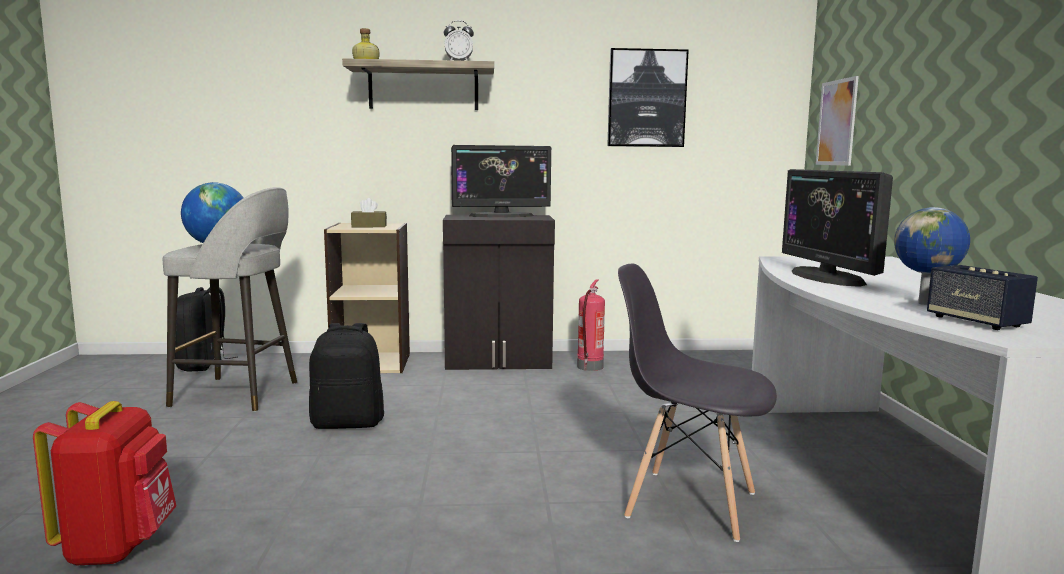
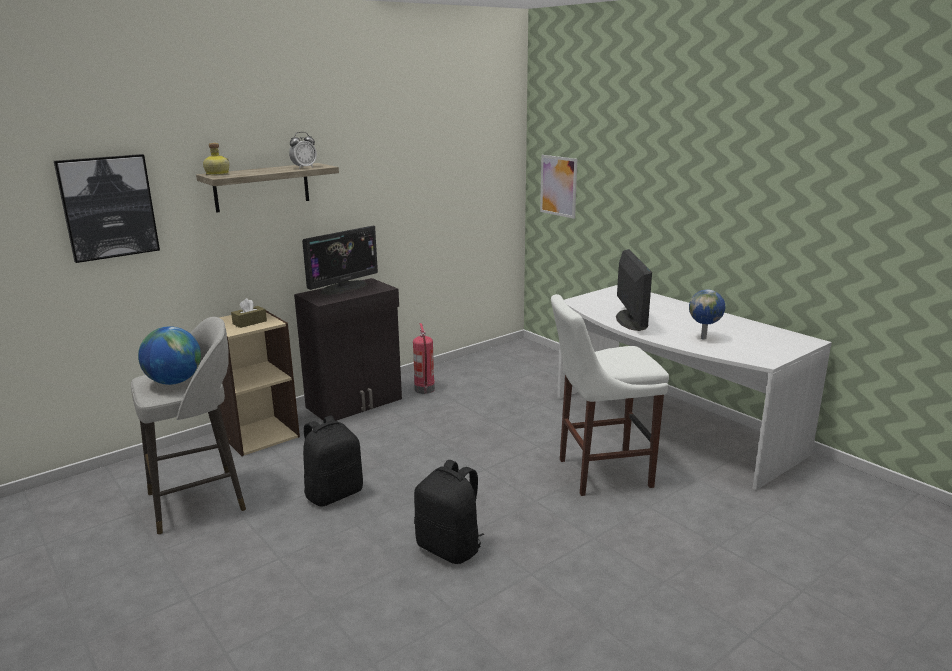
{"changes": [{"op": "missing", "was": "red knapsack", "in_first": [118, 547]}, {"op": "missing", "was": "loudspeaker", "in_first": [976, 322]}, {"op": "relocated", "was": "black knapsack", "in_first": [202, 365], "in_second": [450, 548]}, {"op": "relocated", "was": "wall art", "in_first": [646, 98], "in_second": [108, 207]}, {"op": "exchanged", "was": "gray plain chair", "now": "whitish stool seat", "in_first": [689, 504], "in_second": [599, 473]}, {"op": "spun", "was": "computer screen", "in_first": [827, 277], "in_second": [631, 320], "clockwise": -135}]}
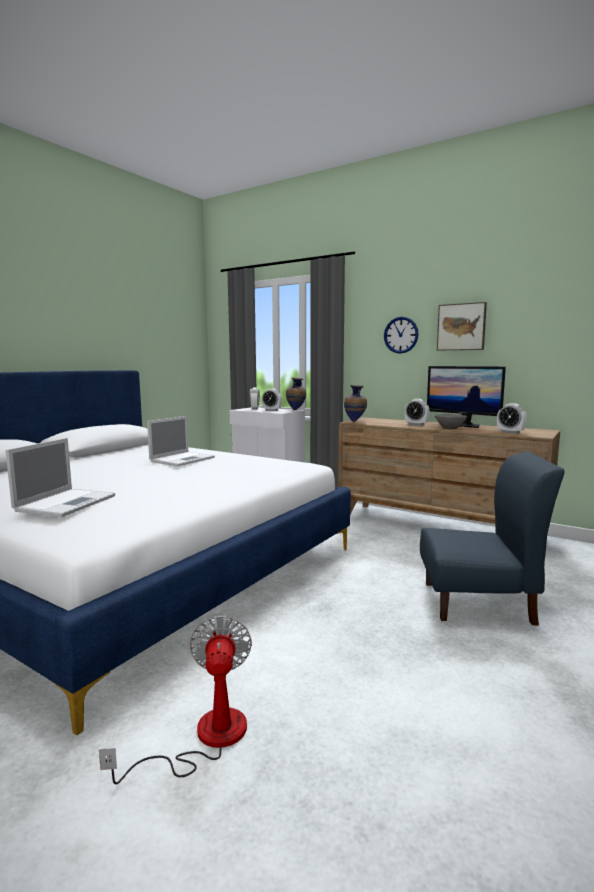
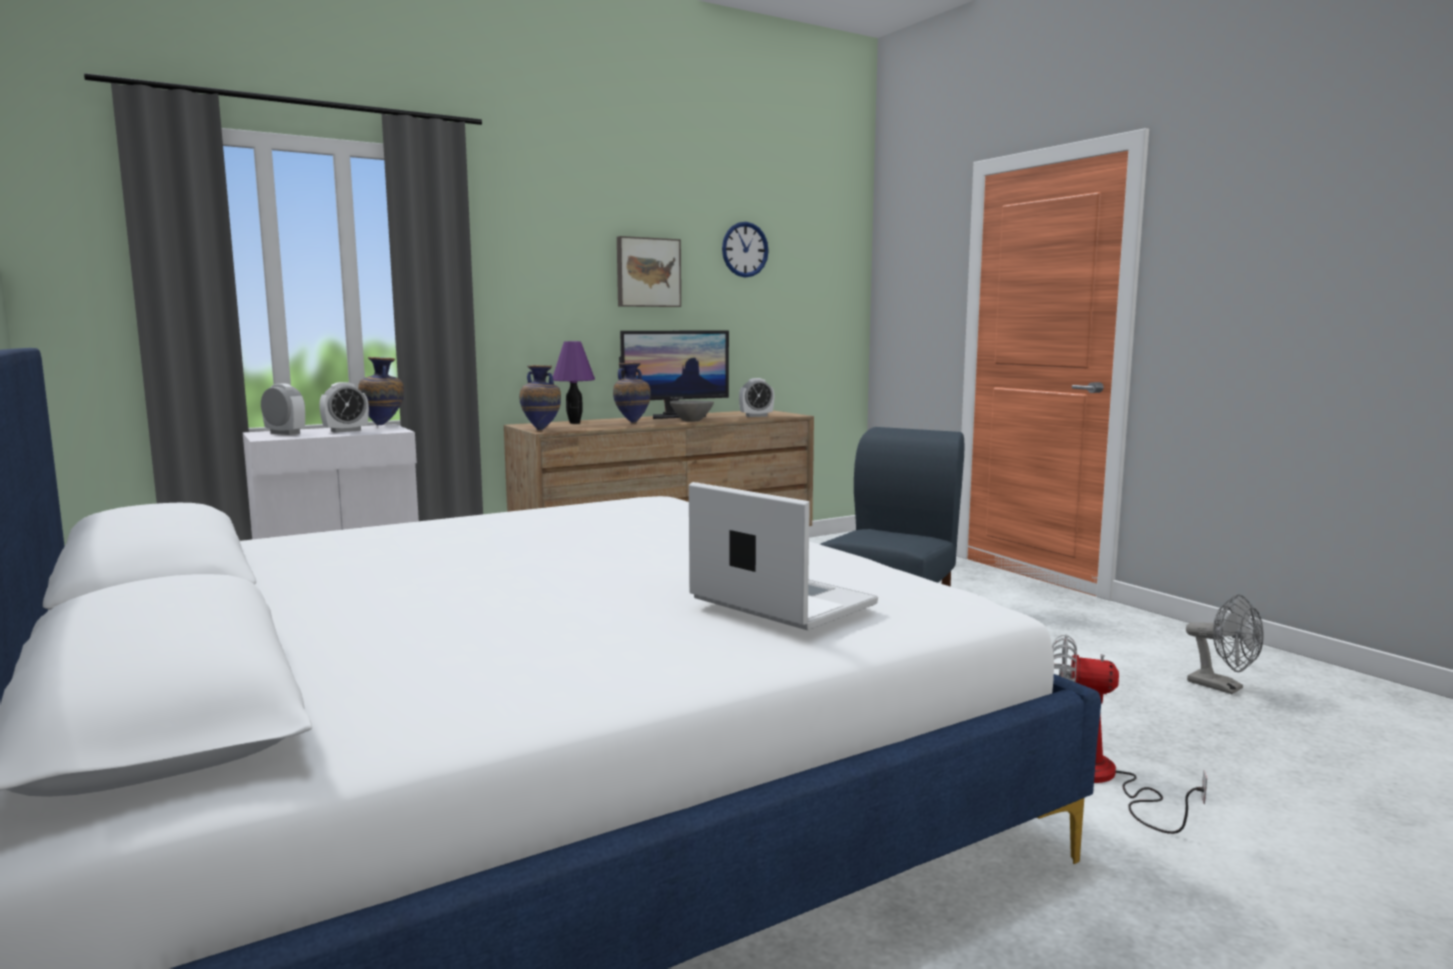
{"changes": [{"op": "missing", "was": "laptop", "in_first": [183, 459]}, {"op": "appeared", "now": "purple lamp for a table", "in_second": [575, 423]}, {"op": "appeared", "now": "gray electric fan", "in_second": [1223, 687]}, {"op": "relocated", "was": "wall clock", "in_first": [401, 335], "in_second": [745, 249]}, {"op": "exchanged", "was": "bedside clock", "now": "vase", "in_first": [416, 424], "in_second": [632, 422]}]}
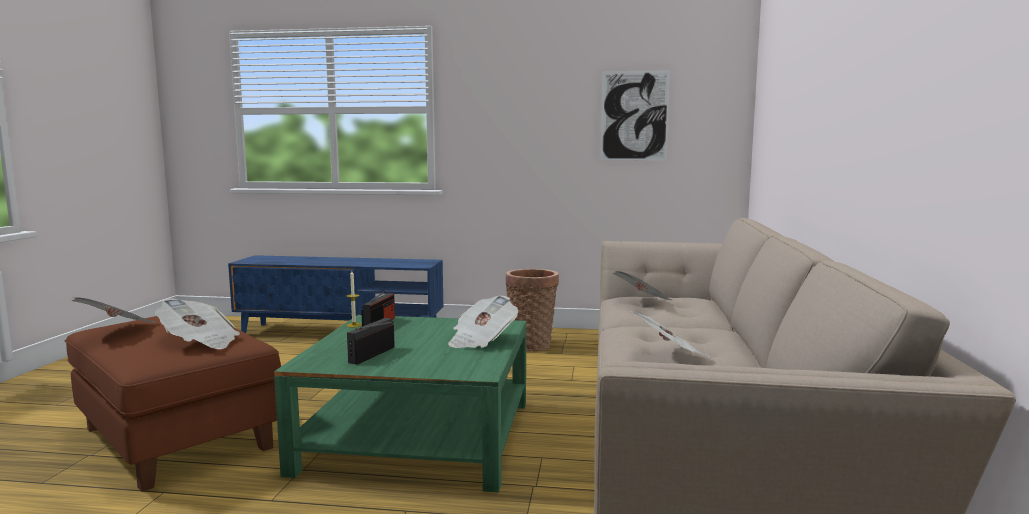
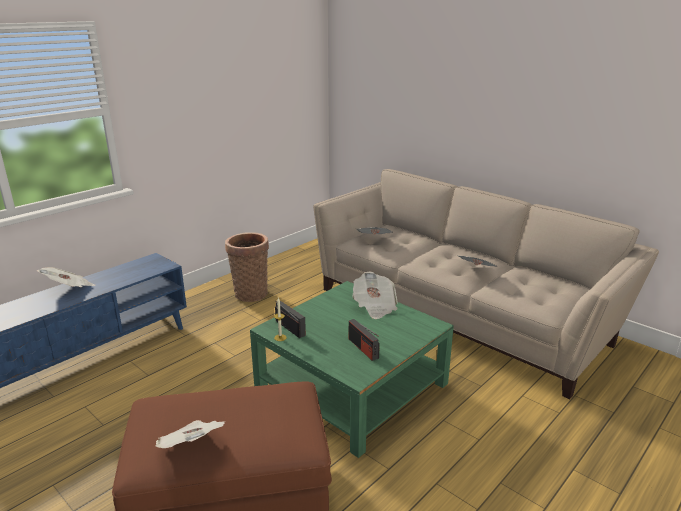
{"changes": [{"op": "missing", "was": "wall art", "in_first": [634, 116]}, {"op": "relocated", "was": "newspaper", "in_first": [200, 343], "in_second": [69, 289]}]}
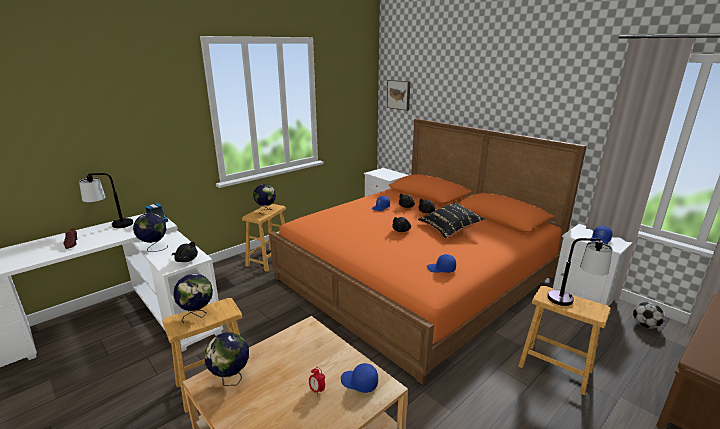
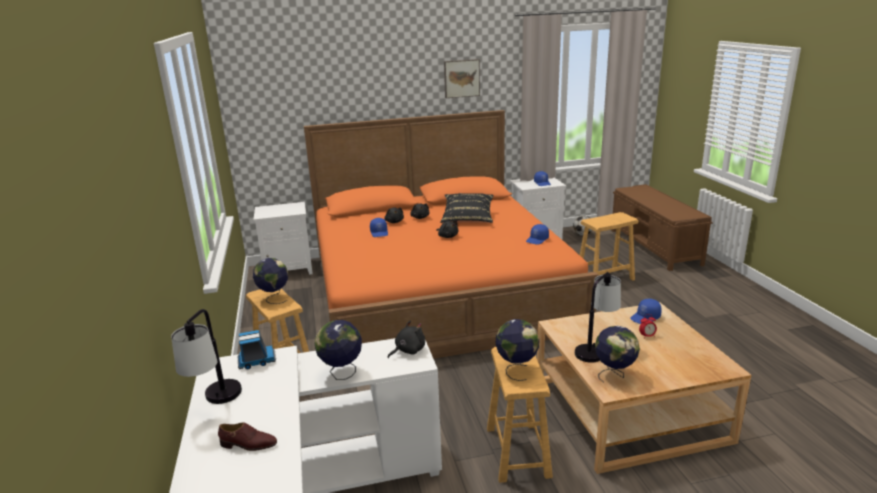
{"changes": [{"op": "relocated", "was": "wall art", "in_first": [399, 94], "in_second": [461, 78]}, {"op": "relocated", "was": "lamp for a table", "in_first": [572, 300], "in_second": [595, 349]}]}
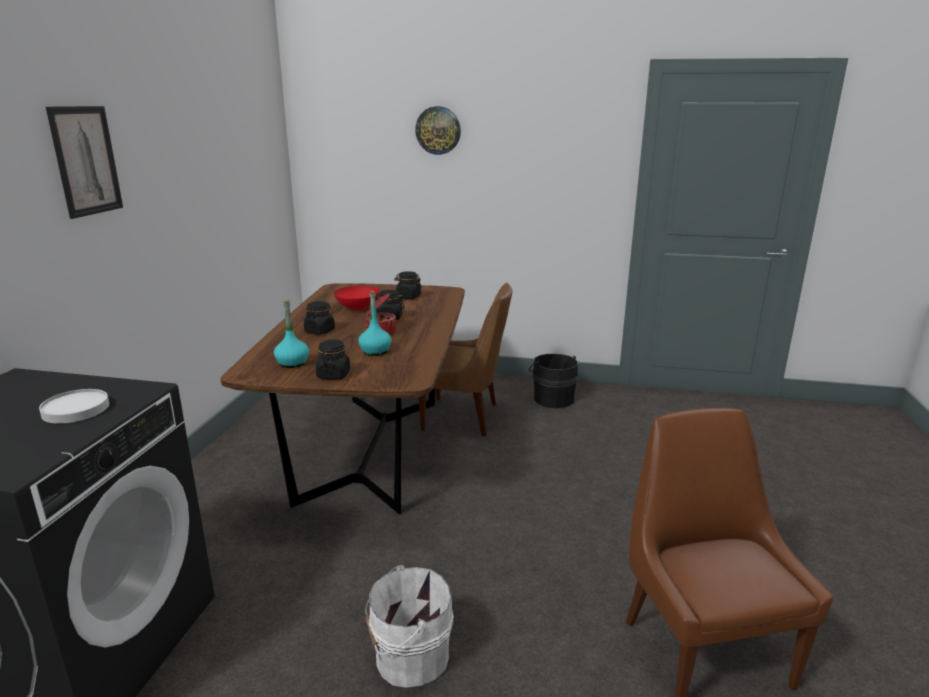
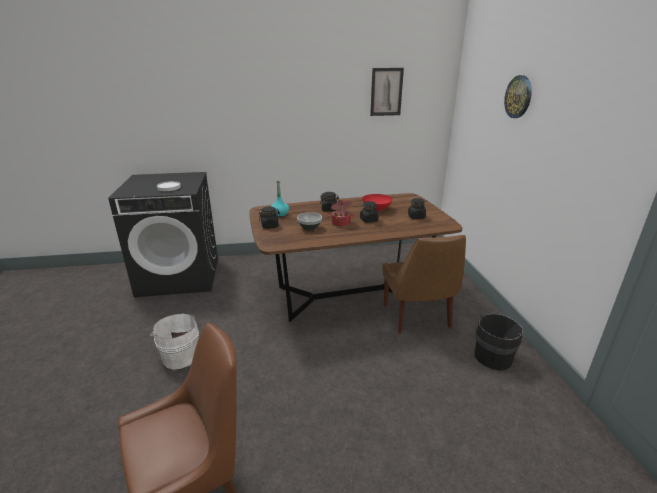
{"changes": [{"op": "relocated", "was": "wall art", "in_first": [86, 161], "in_second": [386, 92]}, {"op": "exchanged", "was": "blue-green beverage bottle", "now": "serving bowl", "in_first": [375, 351], "in_second": [309, 228]}]}
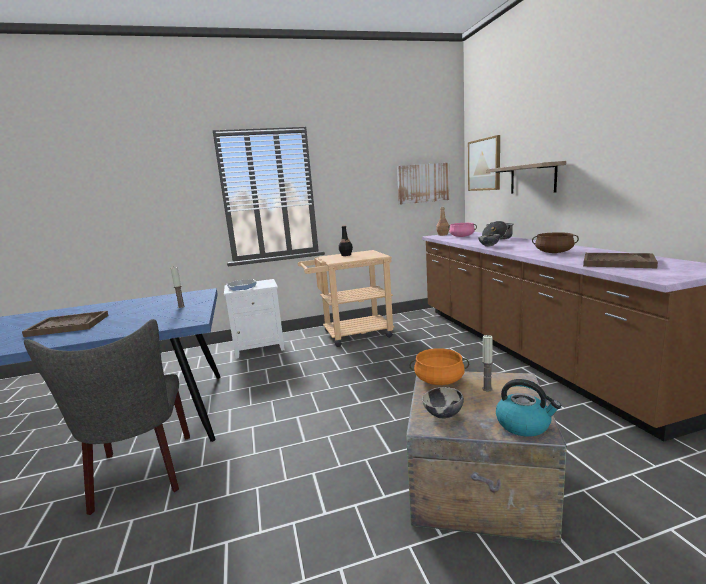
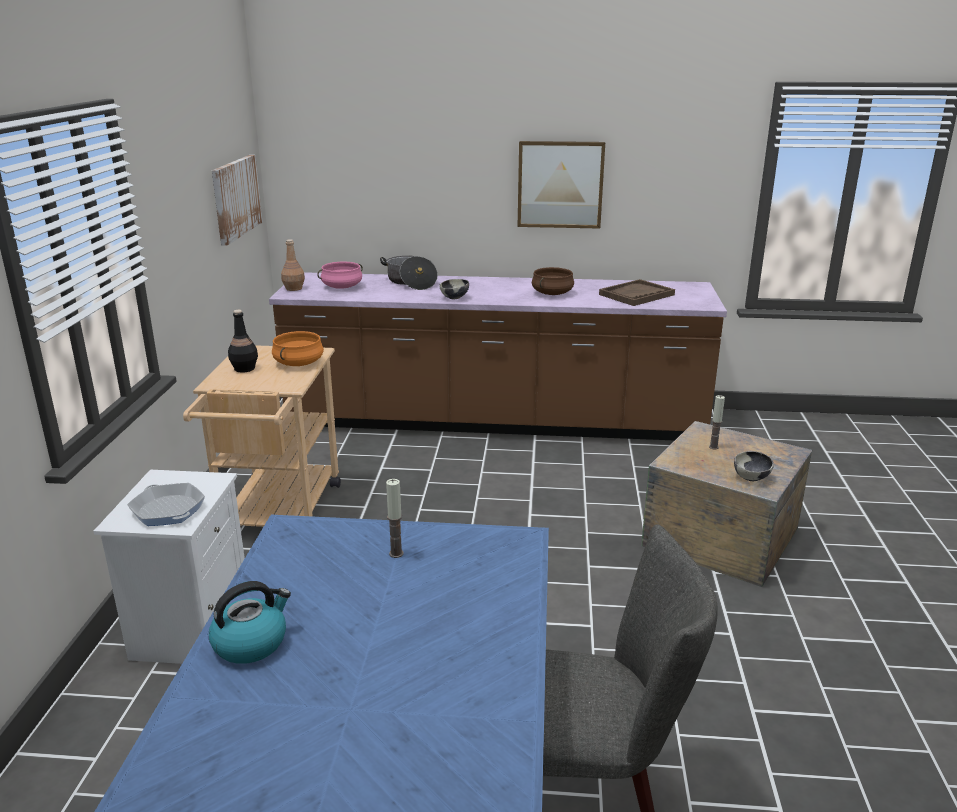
{"changes": [{"op": "missing", "was": "brown-coloured serving tray", "in_first": [68, 325]}, {"op": "missing", "was": "wall shelf", "in_first": [532, 178]}, {"op": "relocated", "was": "orangey stockpot", "in_first": [439, 380], "in_second": [299, 363]}, {"op": "relocated", "was": "wall art", "in_first": [484, 164], "in_second": [560, 184]}, {"op": "relocated", "was": "water kettle", "in_first": [524, 425], "in_second": [251, 643]}]}
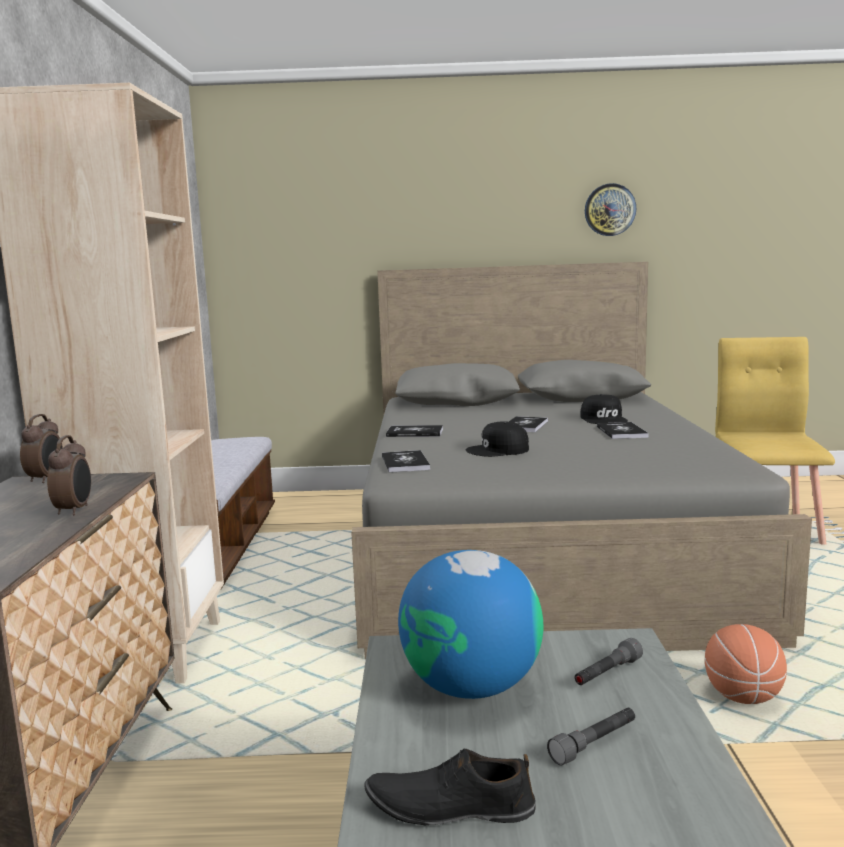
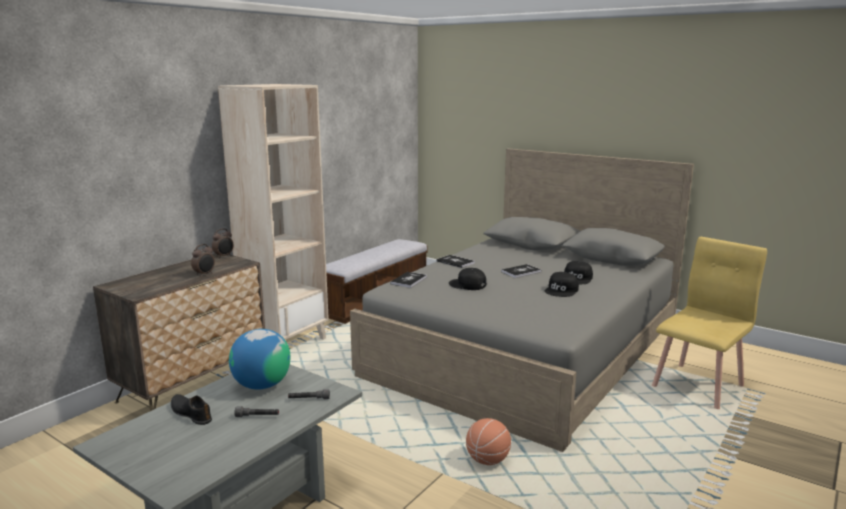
{"changes": [{"op": "missing", "was": "wall clock", "in_first": [610, 210]}, {"op": "exchanged", "was": "book", "now": "black baseball cap", "in_first": [621, 432], "in_second": [562, 290]}]}
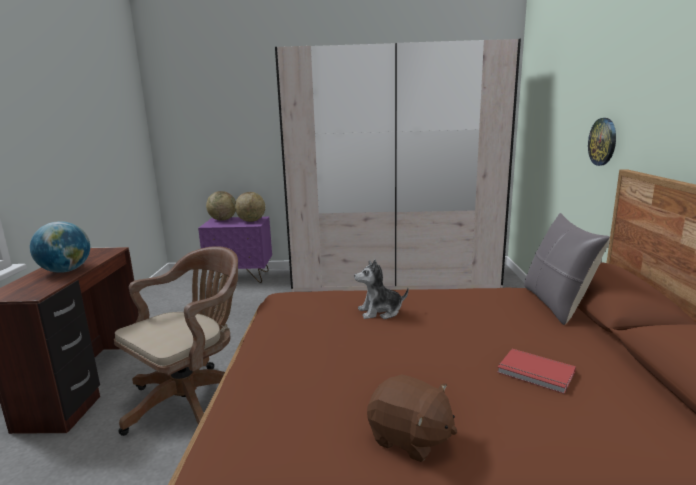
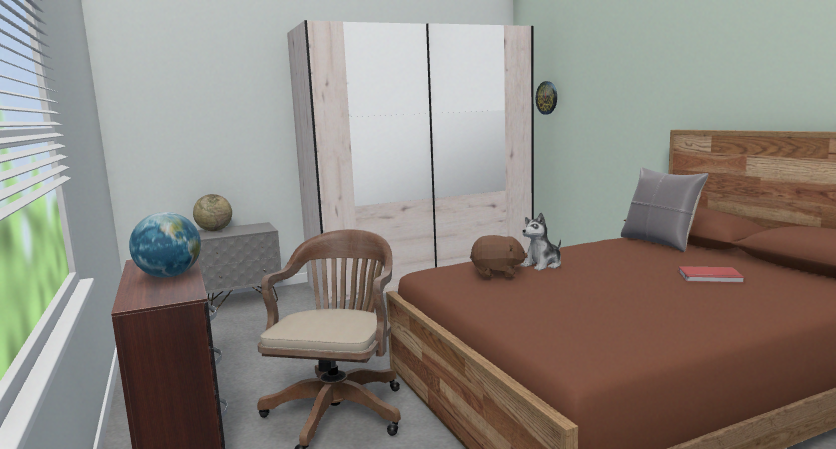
{"changes": [{"op": "missing", "was": "world globe", "in_first": [251, 221]}, {"op": "relocated", "was": "brown-coloured cuddly toy", "in_first": [409, 438], "in_second": [497, 272]}, {"op": "relocated", "was": "wall clock", "in_first": [603, 141], "in_second": [547, 97]}, {"op": "colour", "was": "purple bedside table", "now": "gray bedside table", "in_first": [241, 277], "in_second": [243, 301]}]}
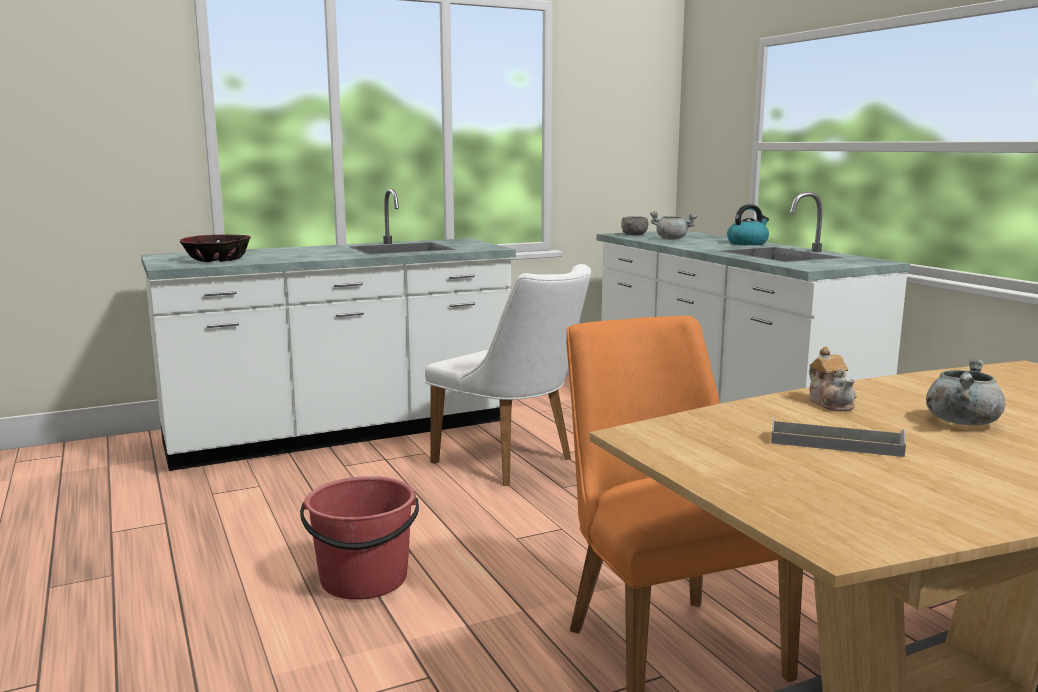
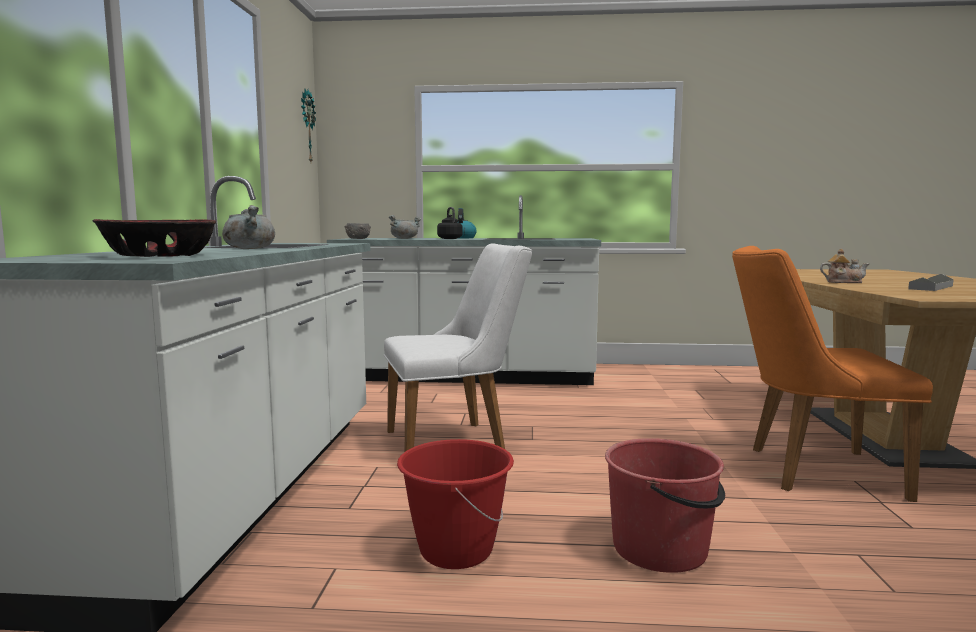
{"changes": [{"op": "appeared", "now": "wall clock", "in_second": [306, 126]}, {"op": "appeared", "now": "red water bucket", "in_second": [455, 550]}, {"op": "appeared", "now": "black water kettle", "in_second": [449, 238]}, {"op": "relocated", "was": "gray stockpot", "in_first": [961, 421], "in_second": [249, 249]}]}
